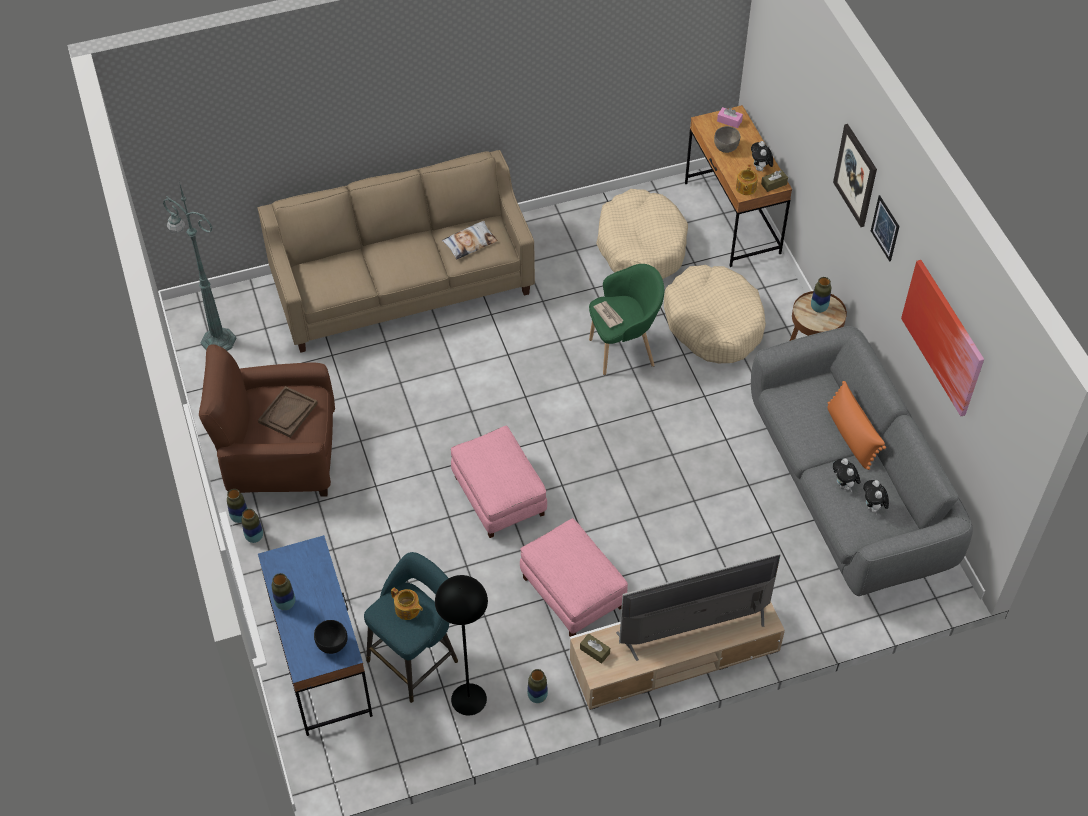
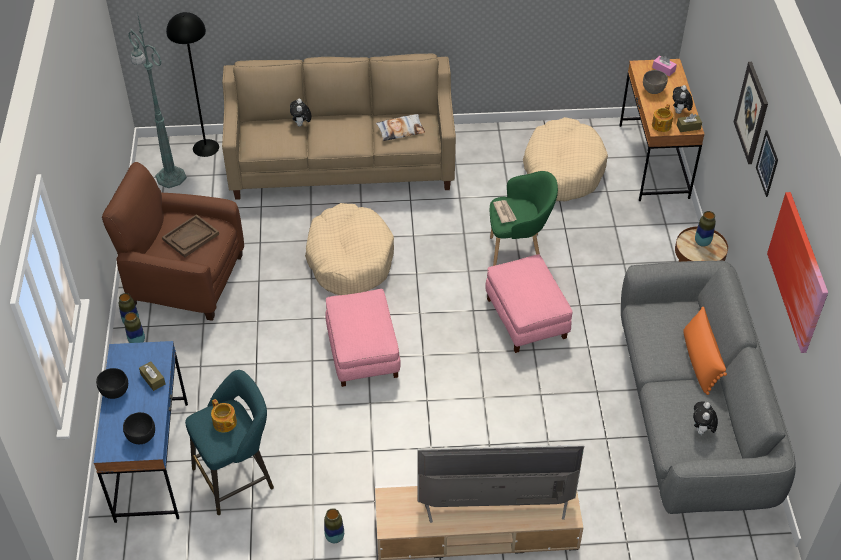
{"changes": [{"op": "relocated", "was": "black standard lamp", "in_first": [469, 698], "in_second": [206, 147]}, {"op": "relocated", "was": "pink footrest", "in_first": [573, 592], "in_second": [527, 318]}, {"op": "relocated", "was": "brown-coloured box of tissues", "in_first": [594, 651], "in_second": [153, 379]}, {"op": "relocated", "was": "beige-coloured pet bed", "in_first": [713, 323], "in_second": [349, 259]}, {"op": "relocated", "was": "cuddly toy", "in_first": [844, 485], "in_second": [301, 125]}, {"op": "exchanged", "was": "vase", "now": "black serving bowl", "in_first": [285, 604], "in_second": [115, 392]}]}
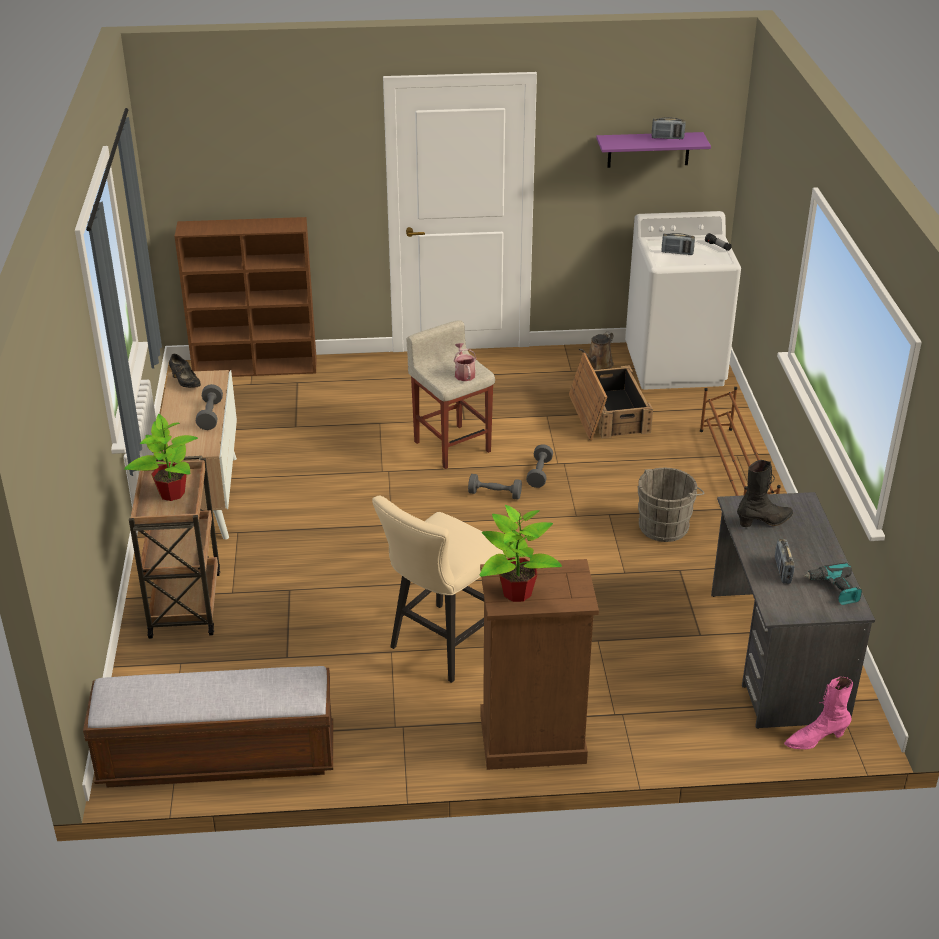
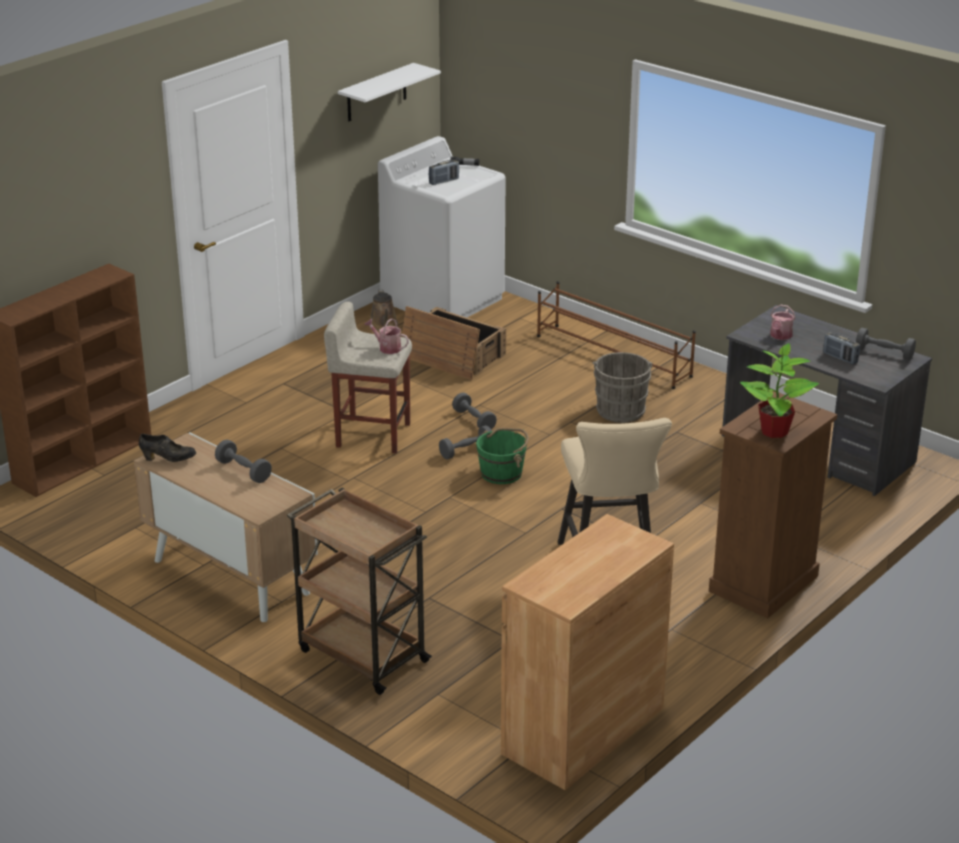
{"changes": [{"op": "missing", "was": "houseplant", "in_first": [171, 493]}, {"op": "missing", "was": "radio receiver", "in_first": [667, 138]}, {"op": "missing", "was": "pink high-top boot", "in_first": [815, 739]}, {"op": "appeared", "now": "green-coloured water bucket", "in_second": [502, 473]}, {"op": "exchanged", "was": "long seat", "now": "brown-coloured cabinet", "in_first": [217, 758], "in_second": [583, 731]}, {"op": "exchanged", "was": "black high-top boot", "now": "watering can", "in_first": [764, 522], "in_second": [780, 336]}, {"op": "exchanged", "was": "electric drill", "now": "gray free weight", "in_first": [834, 589], "in_second": [884, 353]}, {"op": "colour", "was": "purple wall shelf", "now": "whitish wall shelf", "in_first": [648, 149], "in_second": [376, 93]}]}
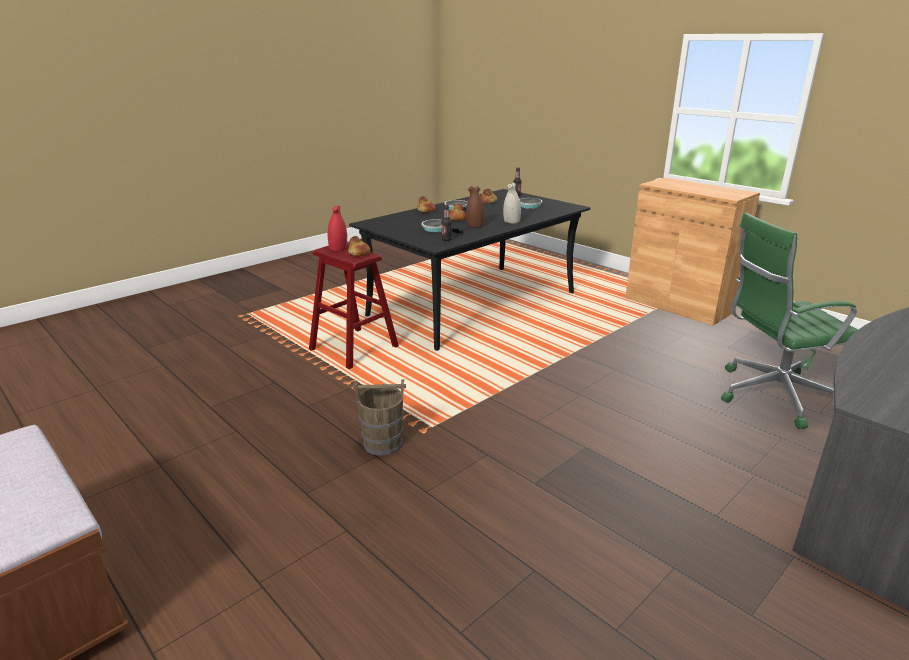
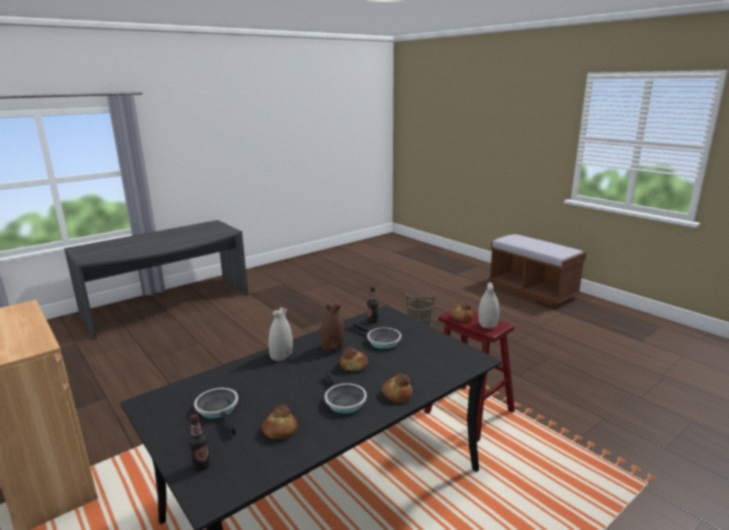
{"changes": [{"op": "missing", "was": "green-coloured desk chair", "in_first": [772, 395]}, {"op": "colour", "was": "red vase", "now": "whitish vase", "in_first": [338, 248], "in_second": [487, 325]}]}
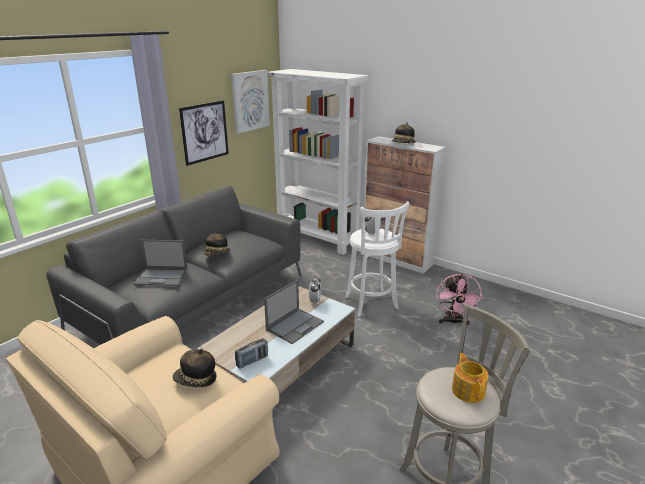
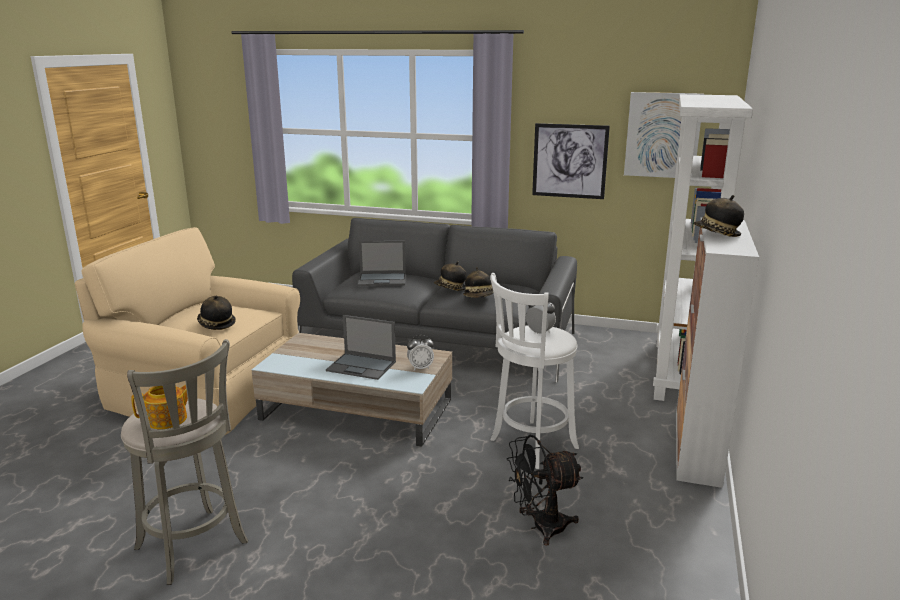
{"changes": [{"op": "missing", "was": "radio receiver", "in_first": [252, 361]}, {"op": "appeared", "now": "clothing hat", "in_second": [479, 297]}, {"op": "colour", "was": "pink electric fan", "now": "black electric fan", "in_first": [453, 322], "in_second": [540, 527]}, {"op": "spun", "was": "laptop", "in_first": [162, 277], "in_second": [383, 279], "clockwise": -75}]}
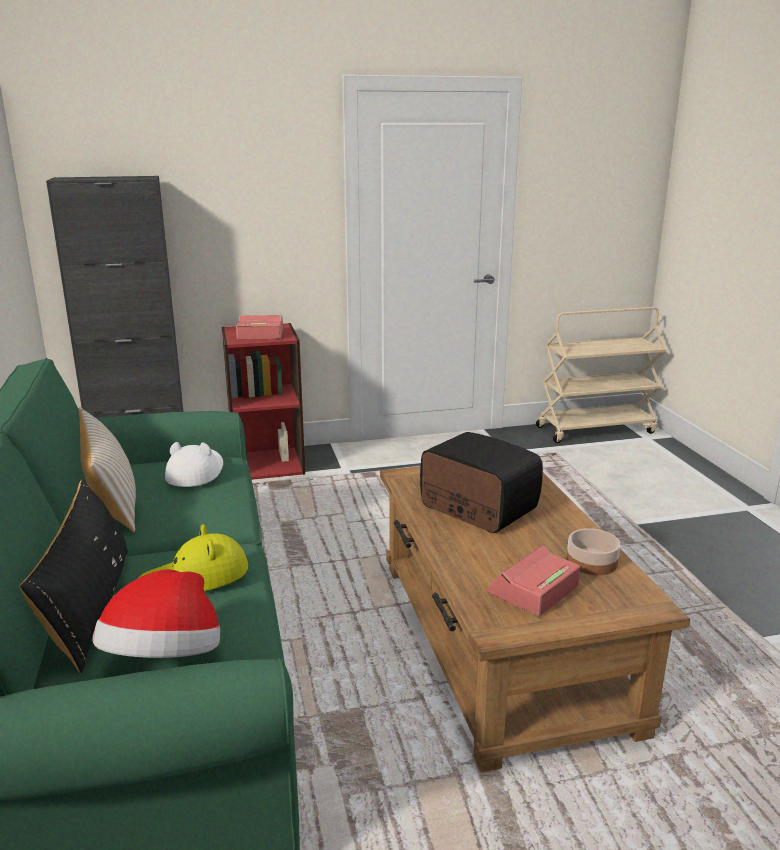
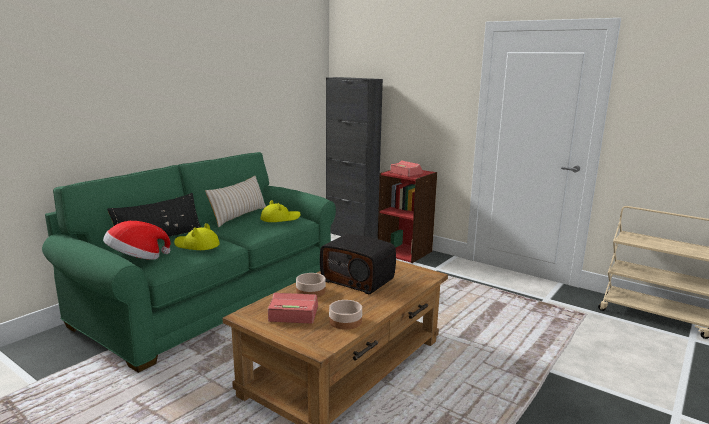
{"changes": [{"op": "appeared", "now": "serving bowl", "in_second": [311, 291]}, {"op": "colour", "was": "whitish clothing hat", "now": "yellowish clothing hat", "in_first": [195, 472], "in_second": [280, 218]}, {"op": "spun", "was": "radio receiver", "in_first": [476, 508], "in_second": [358, 280], "clockwise": 120}]}
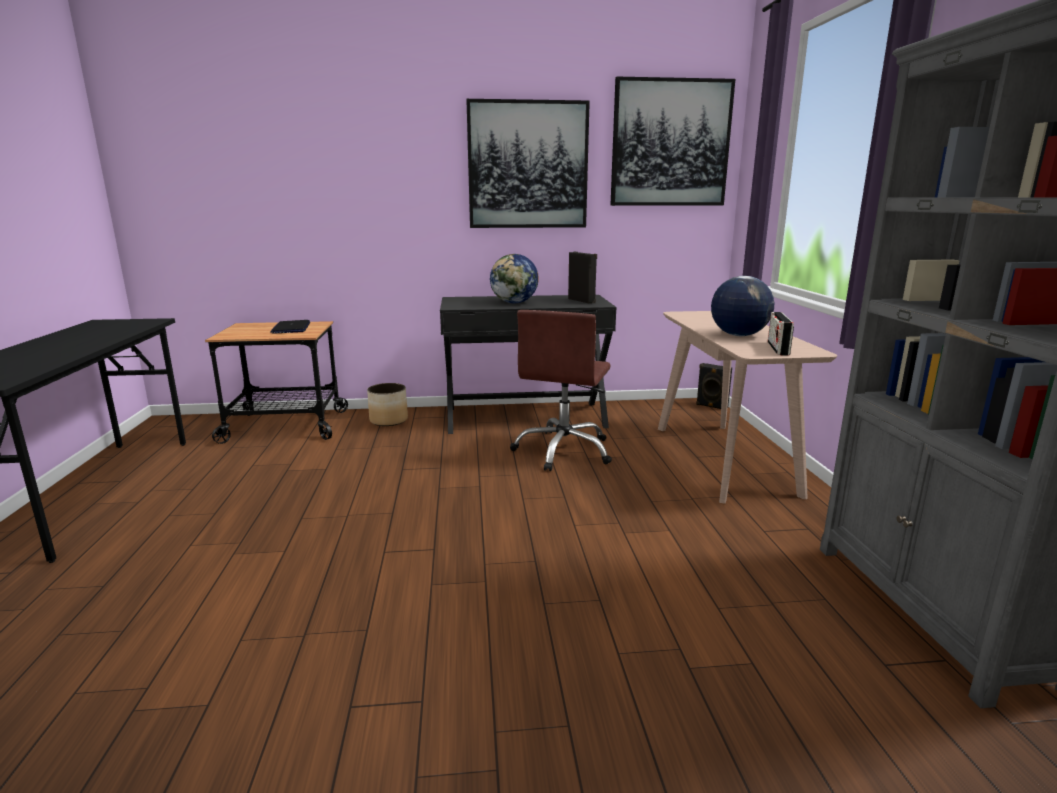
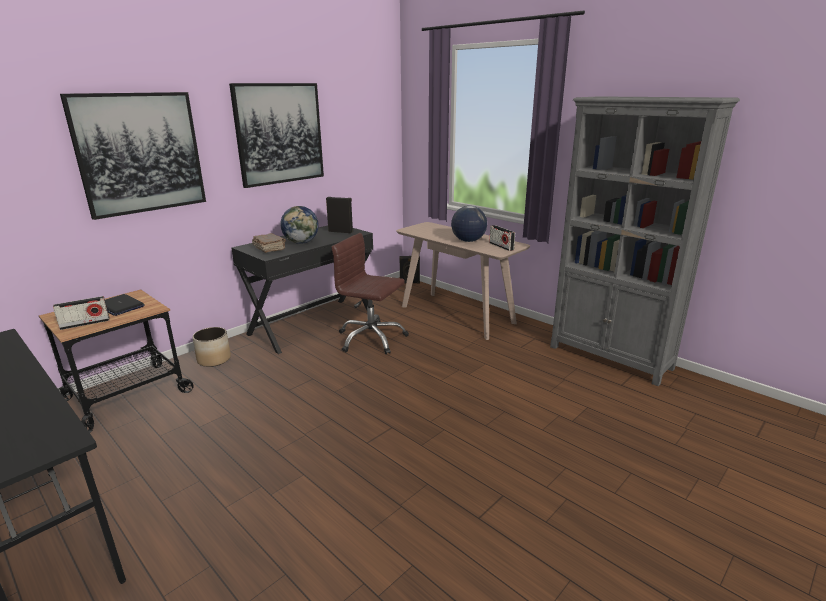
{"changes": [{"op": "appeared", "now": "radio receiver", "in_second": [85, 323]}, {"op": "appeared", "now": "brown-coloured book", "in_second": [269, 249]}, {"op": "relocated", "was": "wall art", "in_first": [670, 143], "in_second": [140, 153]}, {"op": "spun", "was": "brown-coloured desk chair", "in_first": [564, 451], "in_second": [371, 339], "clockwise": 135}]}
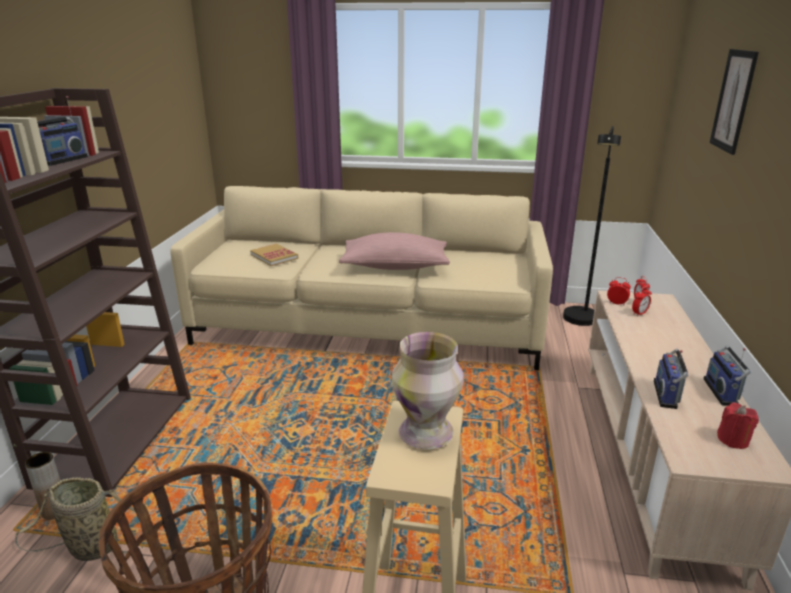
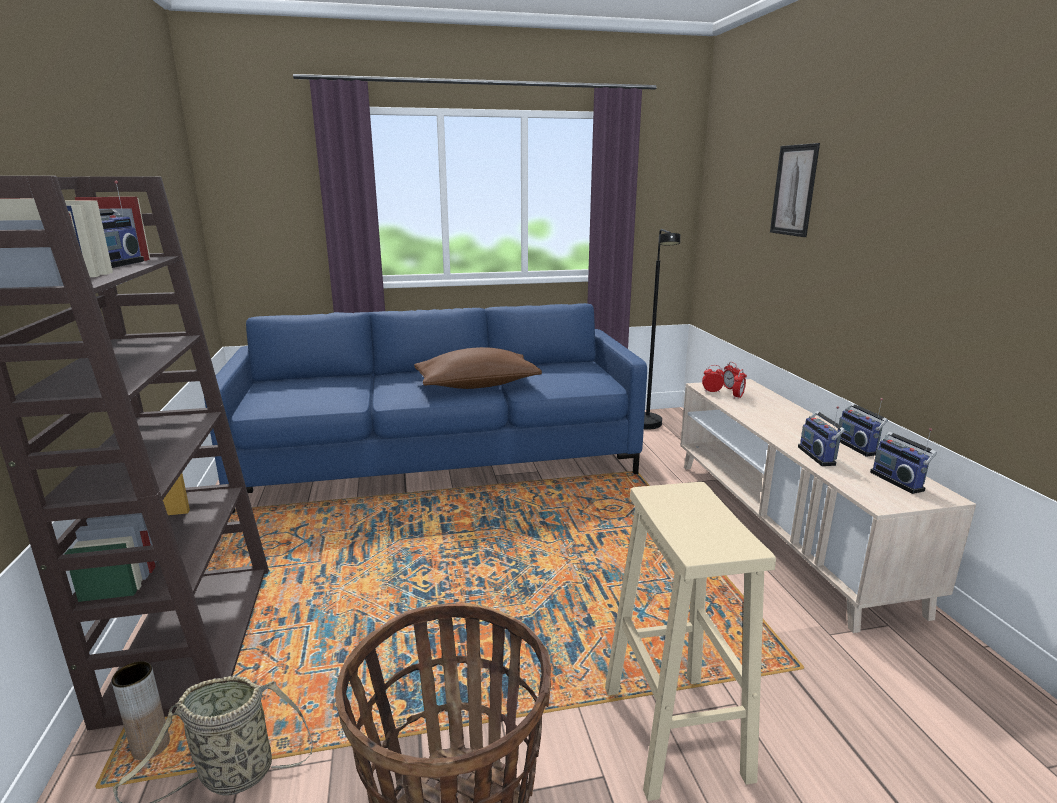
{"changes": [{"op": "missing", "was": "book", "in_first": [274, 256]}, {"op": "missing", "was": "vase", "in_first": [425, 434]}, {"op": "exchanged", "was": "red candle", "now": "radio receiver", "in_first": [733, 440], "in_second": [898, 481]}, {"op": "colour", "was": "beige-coloured settee", "now": "bluish settee", "in_first": [368, 328], "in_second": [440, 462]}, {"op": "colour", "was": "pink pillow", "now": "brown-coloured pillow", "in_first": [395, 266], "in_second": [477, 385]}]}
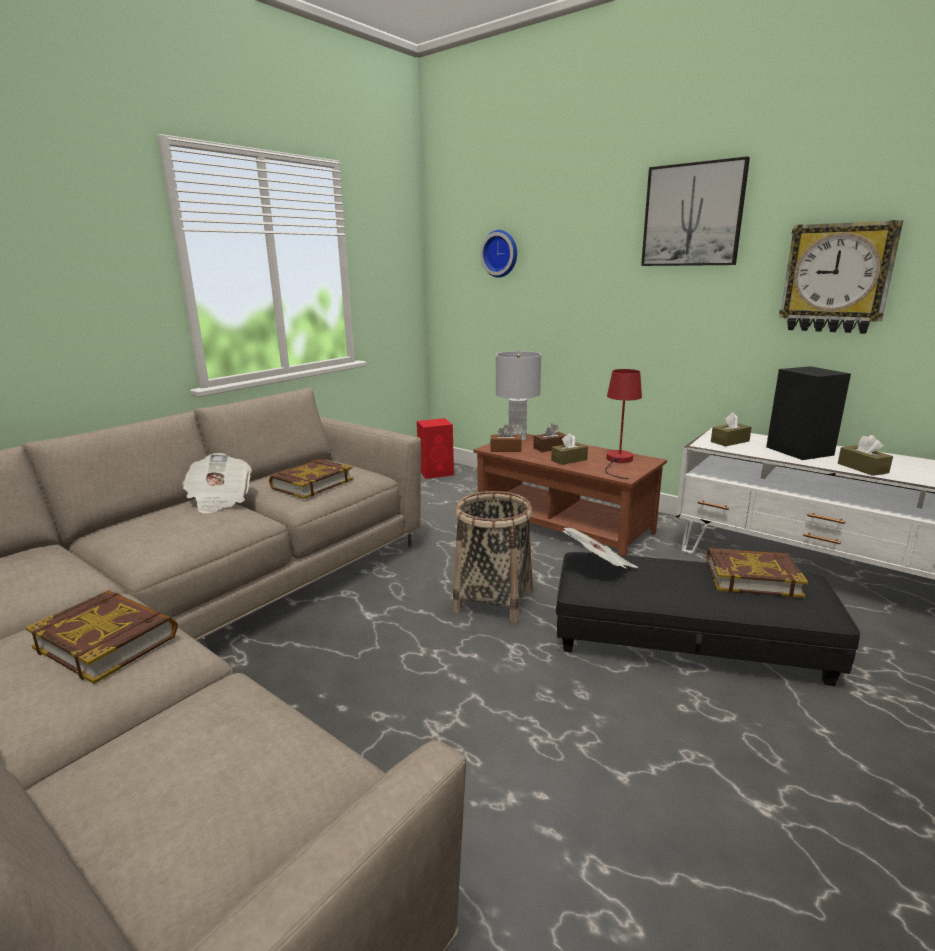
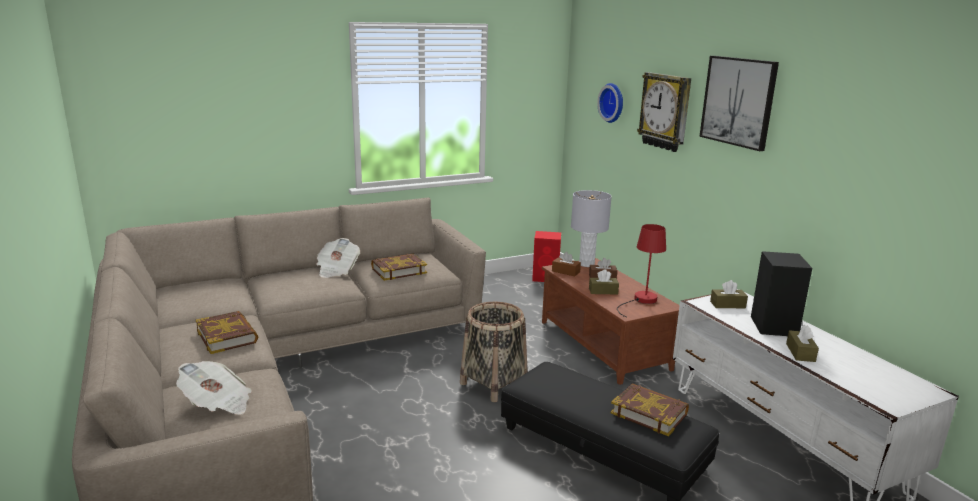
{"changes": [{"op": "relocated", "was": "newspaper", "in_first": [598, 566], "in_second": [217, 404]}, {"op": "relocated", "was": "wall clock", "in_first": [836, 278], "in_second": [665, 111]}]}
